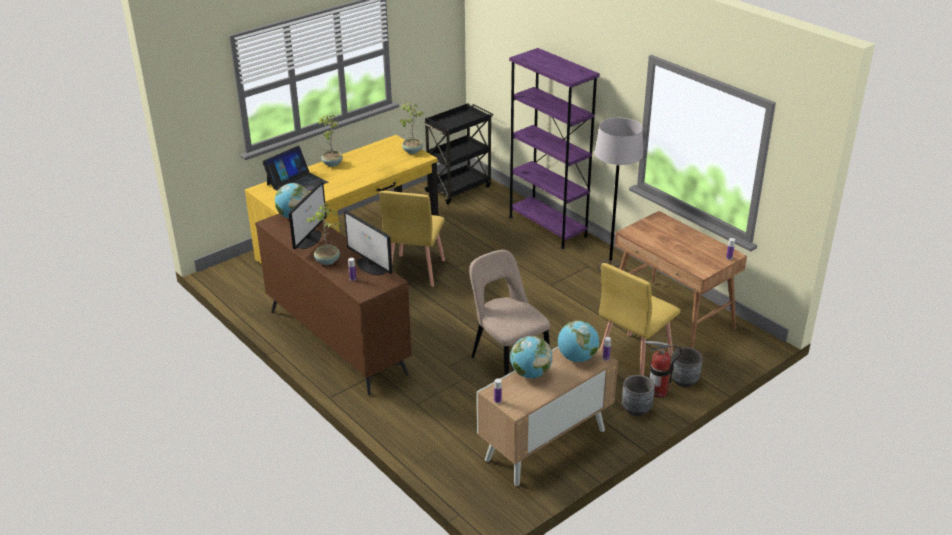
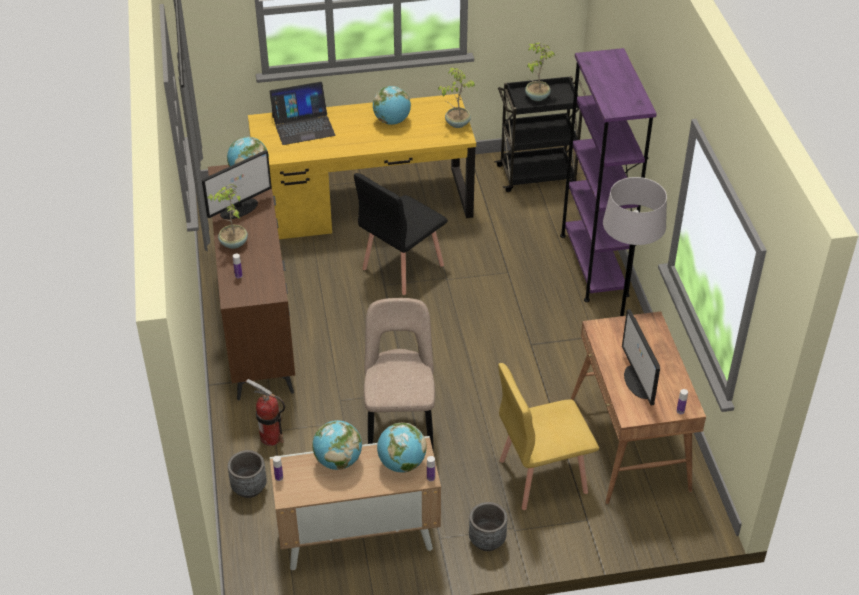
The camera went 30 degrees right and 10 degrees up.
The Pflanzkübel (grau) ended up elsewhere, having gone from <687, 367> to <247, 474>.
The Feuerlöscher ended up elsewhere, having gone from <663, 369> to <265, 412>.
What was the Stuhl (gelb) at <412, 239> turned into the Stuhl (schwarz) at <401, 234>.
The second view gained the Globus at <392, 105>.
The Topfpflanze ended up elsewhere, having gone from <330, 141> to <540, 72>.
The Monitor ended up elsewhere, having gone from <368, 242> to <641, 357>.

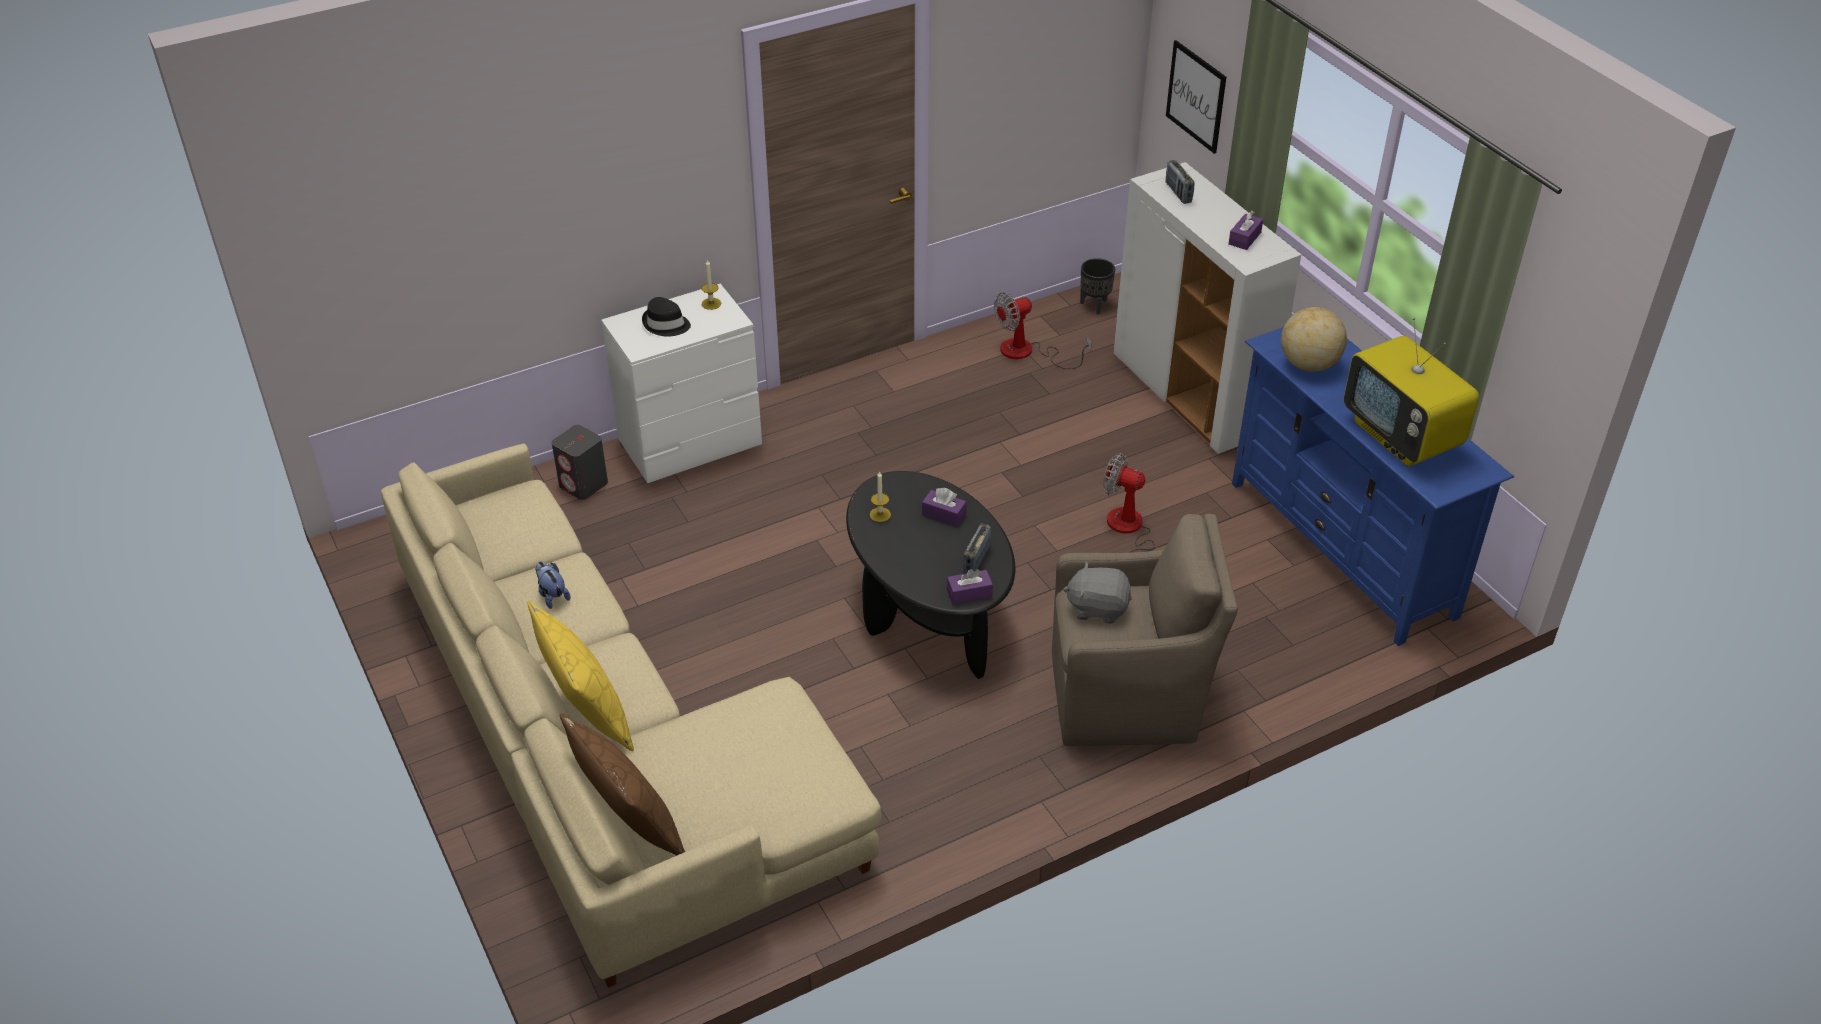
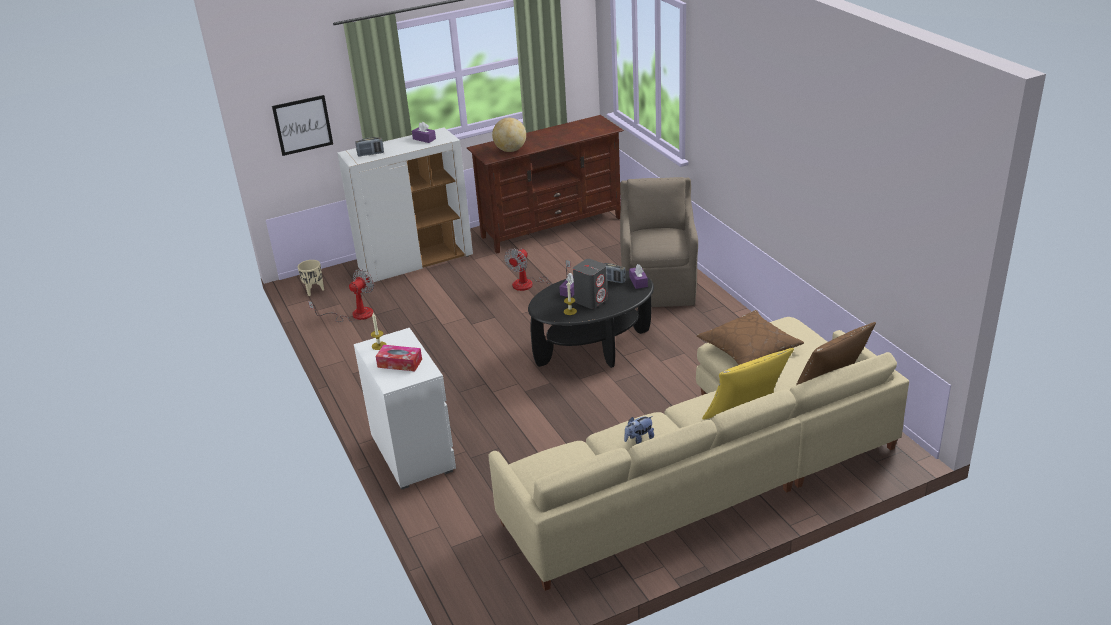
The camera went 85 degrees left and 10 degrees down.
What was the Pflanzkübel (schwarz) at <1097, 286> turned into the Pflanzkübel (beige) at <311, 278>.
The Ventilator at <1043, 330> ended up facing another way, 120 degrees counterclockwise from before.
Where the Hut (schwarz) stood at <666, 317>, the Taschentuchbox came to stand at <399, 358>.
What was the Fernsehschrank (blau) at <1373, 486> turned into the Fernsehschrank (braun) at <545, 184>.
The Lautsprecher (grau) ended up elsewhere, having gone from <580, 462> to <590, 284>.
The second view gained the Kissen (braun) at <750, 337>.
The second view lost the Plüschtier (grau) at <1097, 593>.
The second view lost the Fernseher at <1411, 392>.

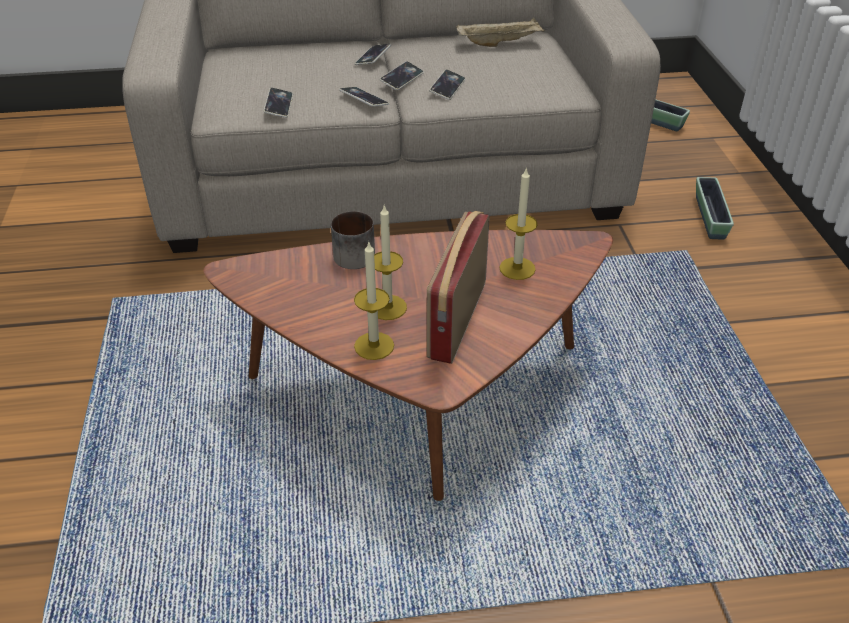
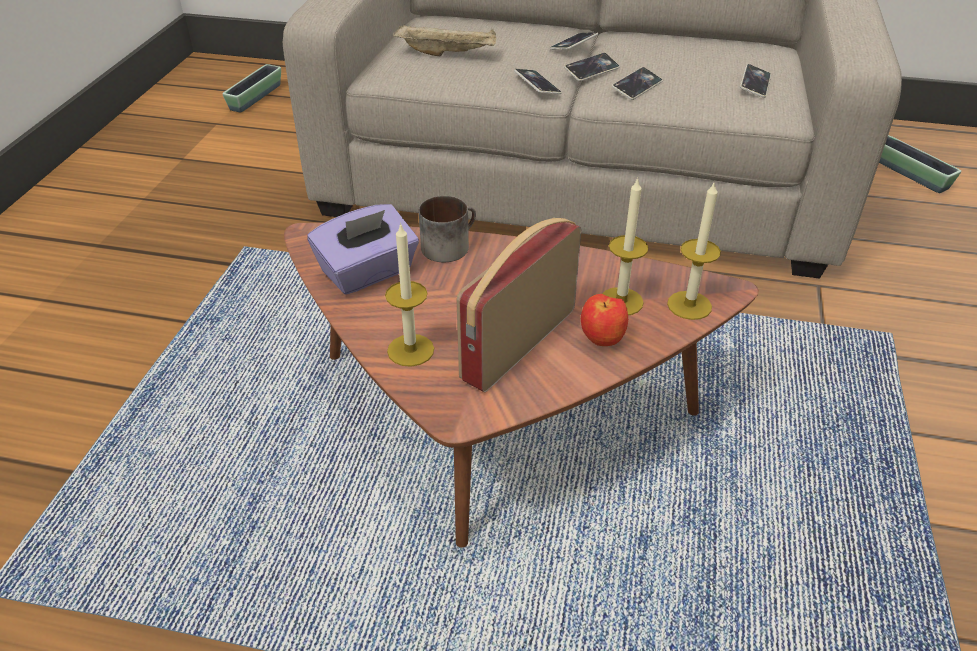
The camera went 20 degrees right and 0 degrees up.
The Pflanzkübel ended up elsewhere, having gone from <715, 208> to <251, 88>.
The second view gained the Taschentuchbox (lila) at <363, 249>.
The Tablett (beige) ended up elsewhere, having gone from <500, 32> to <444, 40>.
The second view gained the Apfel at <604, 320>.
The Kerze ended up elsewhere, having gone from <390, 262> to <694, 250>.
The Handy ended up elsewhere, having gone from <278, 103> to <755, 81>.

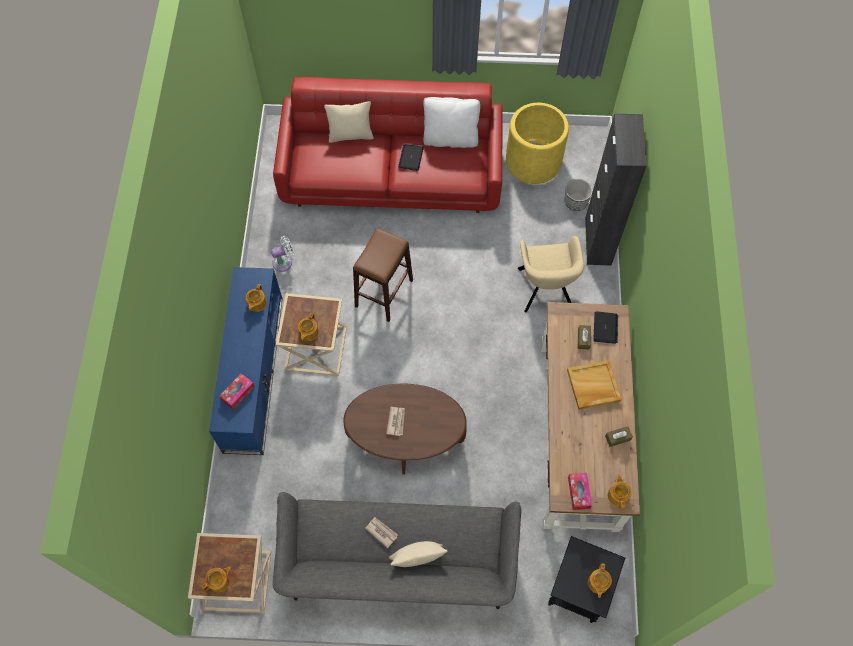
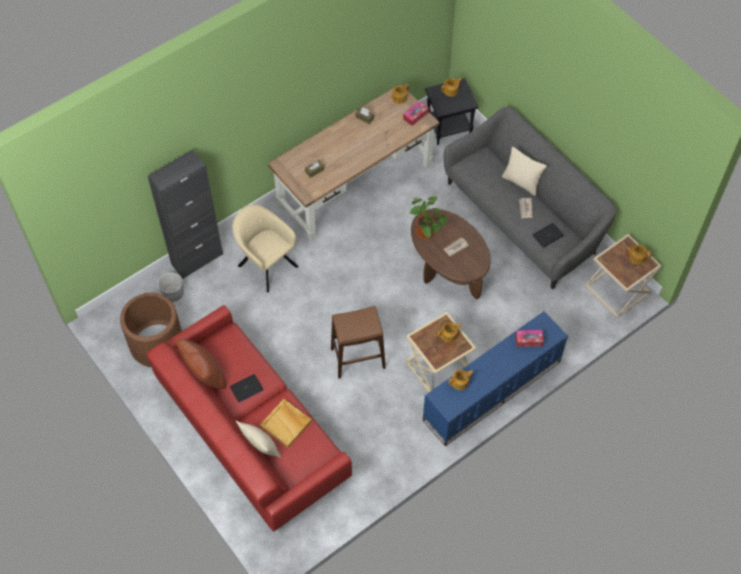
The camera went 130 degrees left and 5 degrees down.
What was the Pflanzkübel (gelb) at <537, 143> turned into the Pflanzkübel (braun) at <151, 330>.
What was the Kissen (weiß) at <451, 122> turned into the Kissen (braun) at <201, 363>.
The Sessel (beige) at <551, 274> ended up facing another way, 90 degrees counterclockwise from before.
The Tablett (beige) ended up elsewhere, having gone from <594, 385> to <286, 423>.
The second view gained the Topfpflanze at <428, 217>.
The Laptop ended up elsewhere, having gone from <605, 327> to <548, 235>.
The second view lost the Ventilator (weiß) at <283, 254>.

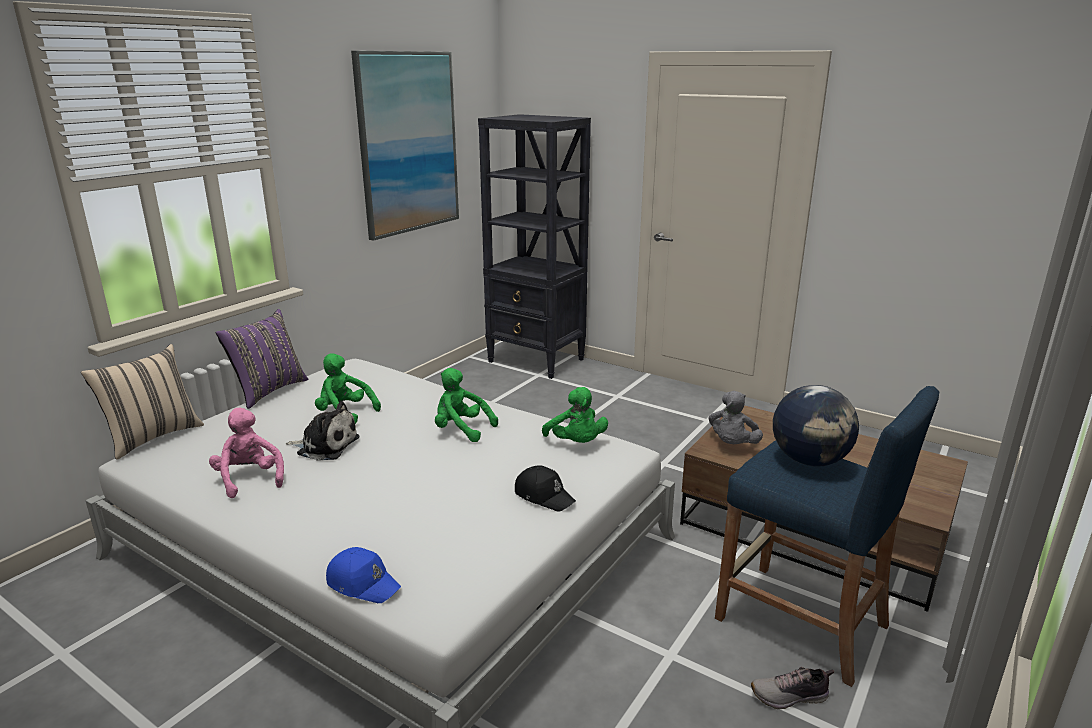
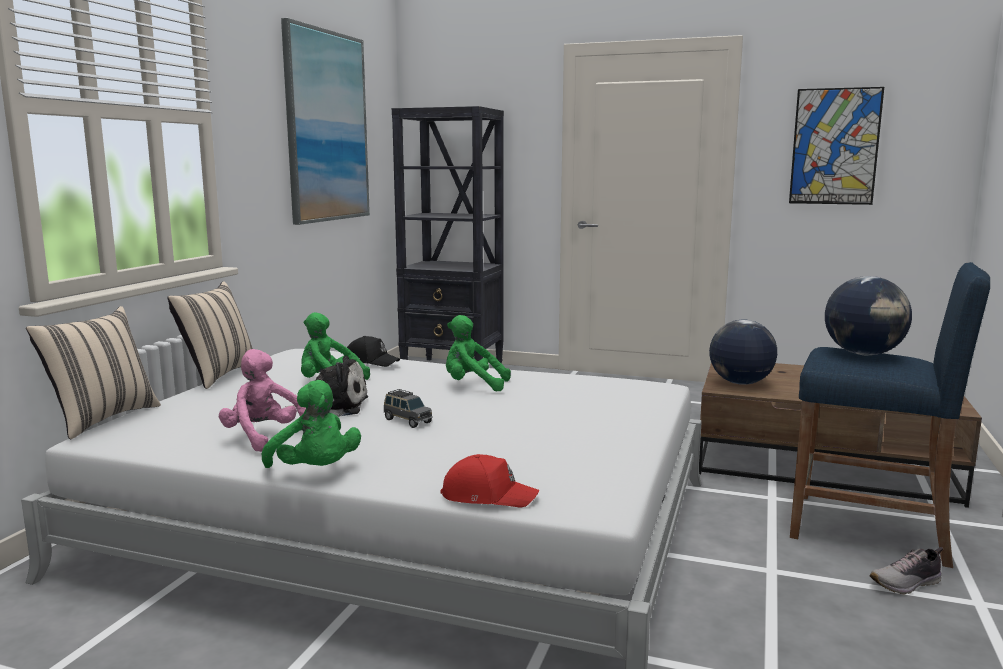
The camera went 15 degrees left and 10 degrees down.
What was the Kissen (lila) at <261, 359> turned into the Kissen (beige) at <210, 335>.
The Plüschtier (grün) ended up elsewhere, having gone from <575, 415> to <311, 424>.
The Kappe (schwarz) ended up elsewhere, having gone from <545, 488> to <373, 351>.
The second view gained the Spielzeugauto (grau) at <408, 408>.
What was the Kappe (blau) at <363, 575> turned into the Kappe (rot) at <490, 481>.
Where the Plüschtier (grau) stood at <735, 417>, the Globus came to stand at <743, 352>.
The second view gained the Bild at <836, 146>.

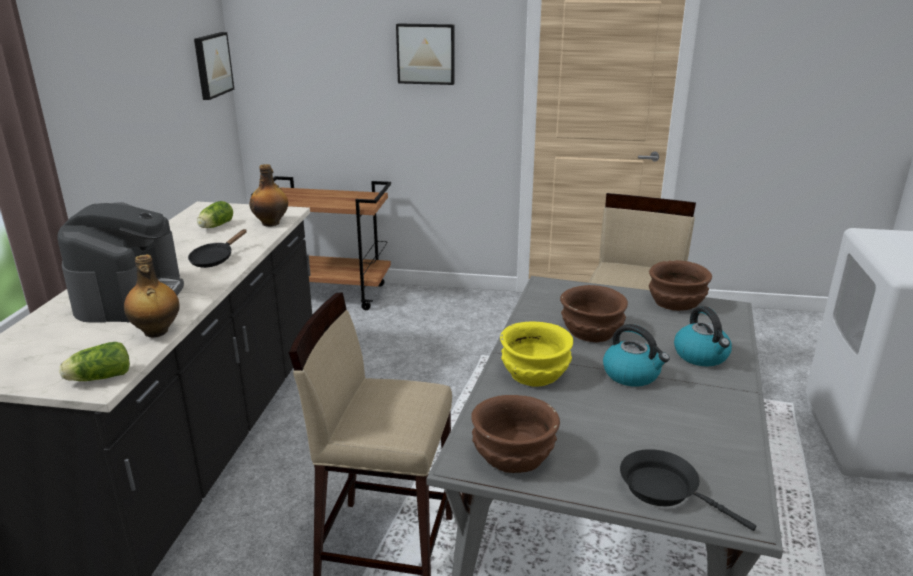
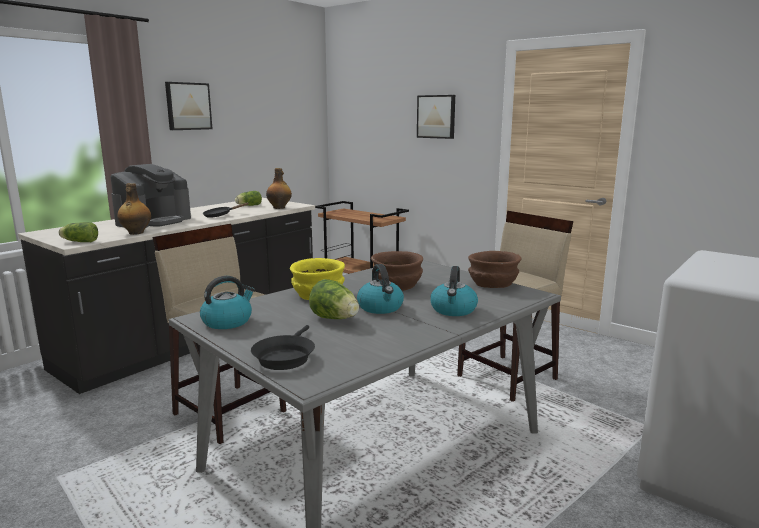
The camera went 30 degrees right and 10 degrees down.
The Bild ended up elsewhere, having gone from <214, 66> to <188, 106>.
Where the Schüssel (braun) stood at <515, 434>, the Wasserkessel came to stand at <227, 302>.
The Pfanne (schwarz) at <688, 490> ended up facing another way, 150 degrees counterclockwise from before.
The second view gained the Salatkopf at <334, 299>.

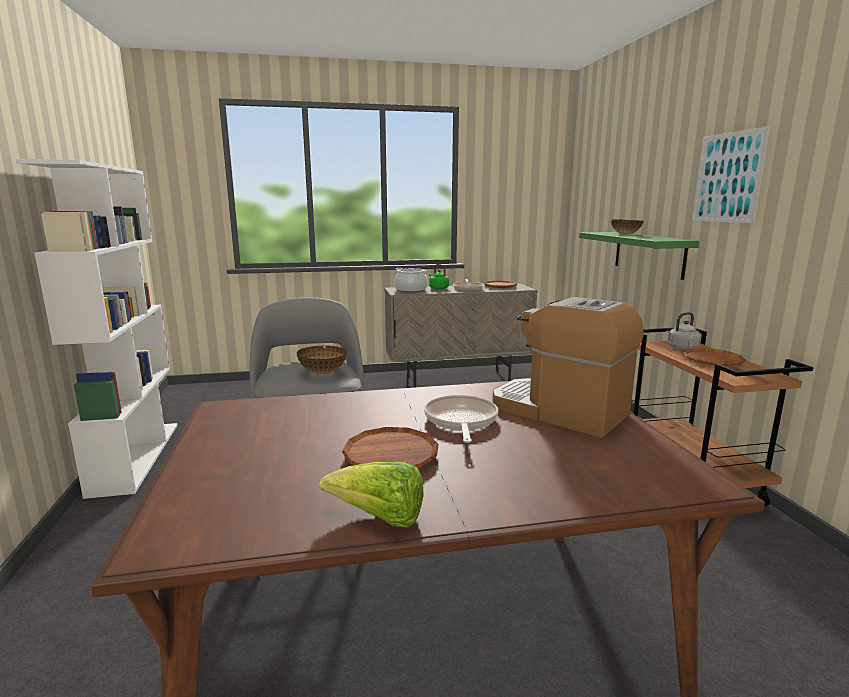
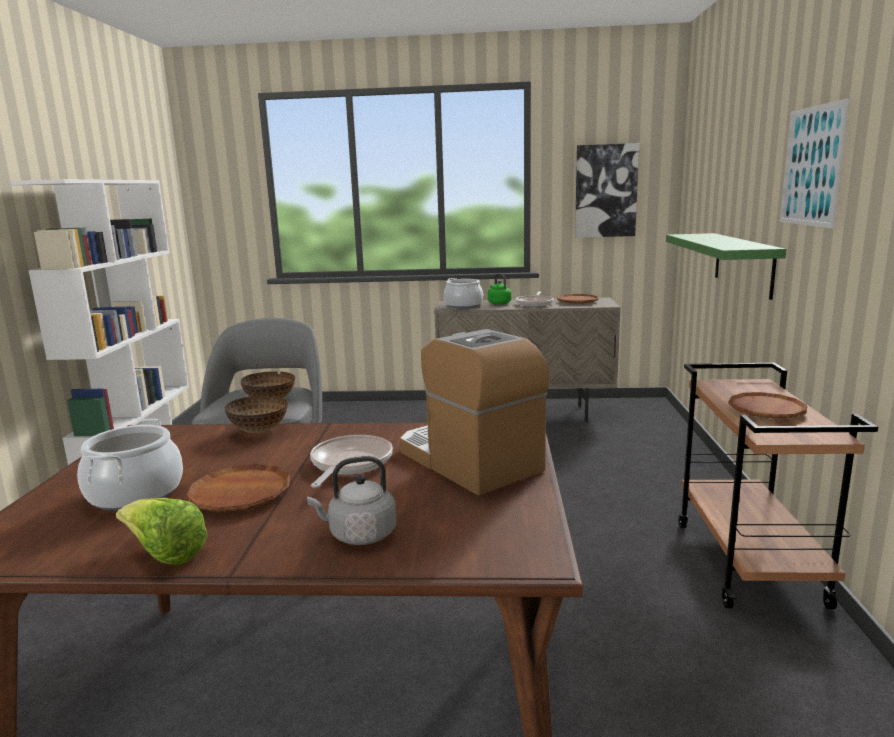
The camera went 15 degrees right and 0 degrees up.
The second view gained the Kochtopf at <130, 464>.
The Schüssel ended up elsewhere, having gone from <627, 227> to <256, 414>.
The Wasserkessel (grau) ended up elsewhere, having gone from <683, 331> to <351, 500>.
The second view gained the Bild at <607, 190>.

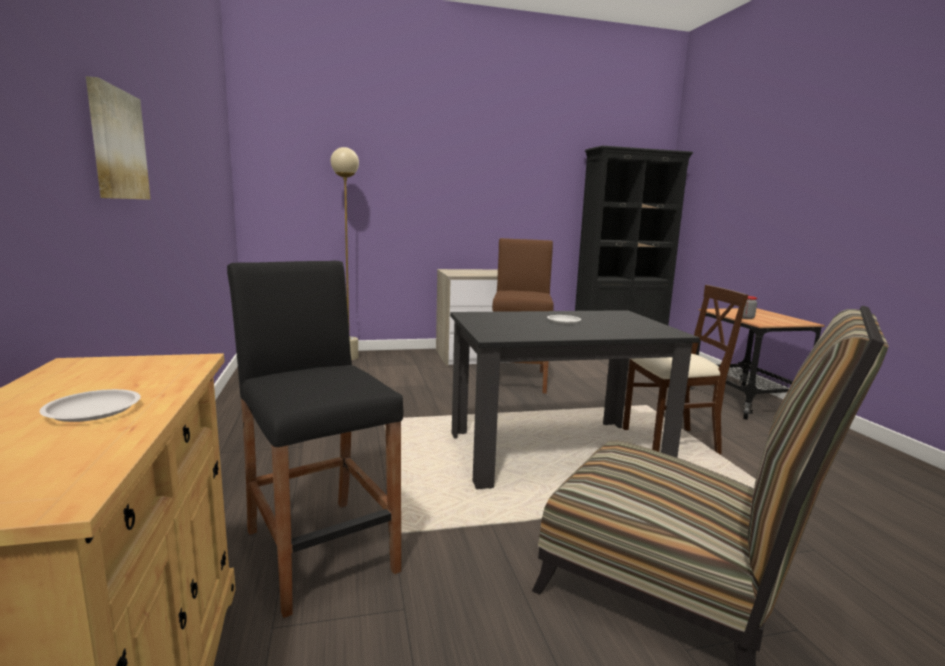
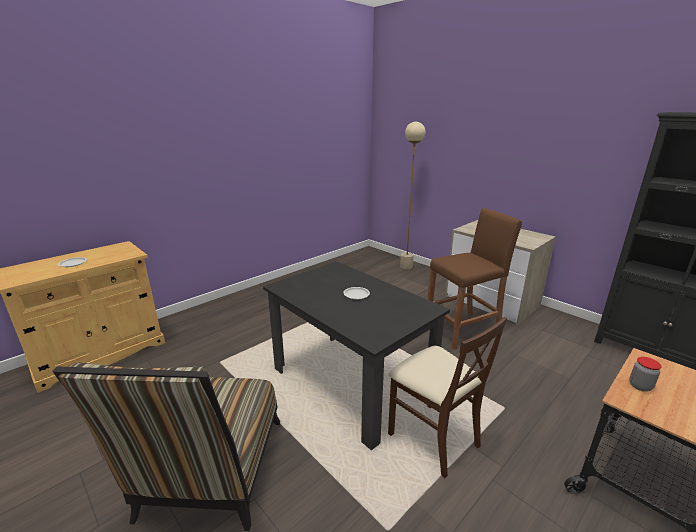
The camera went 60 degrees right and 10 degrees up.
The second view lost the Bild at <118, 138>.
The second view lost the Hocker (schwarz) at <315, 439>.

